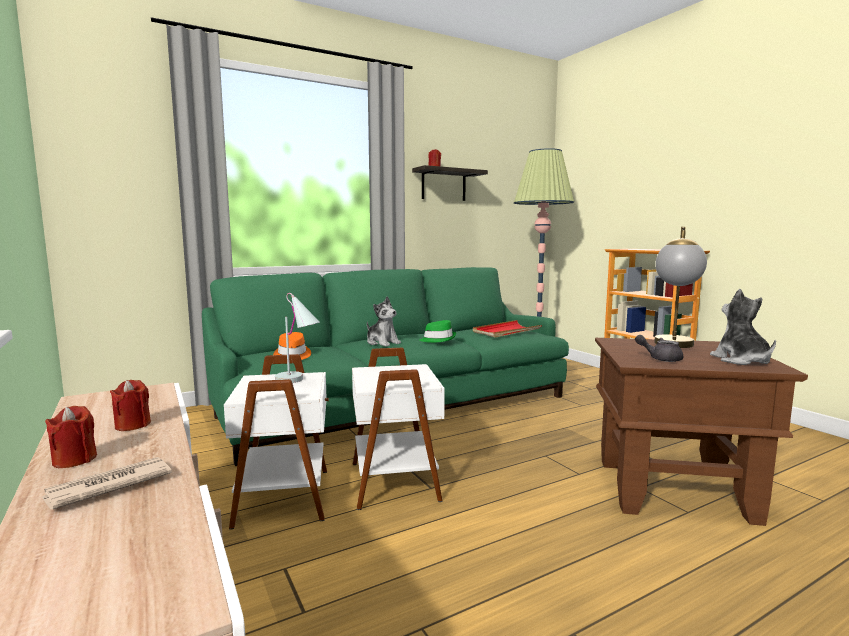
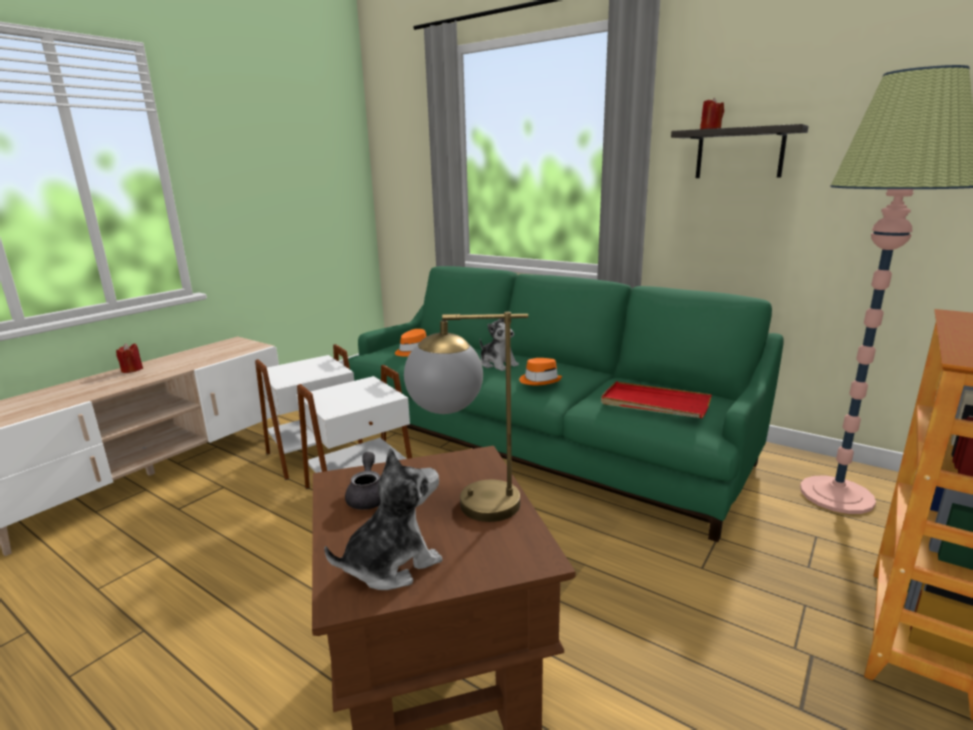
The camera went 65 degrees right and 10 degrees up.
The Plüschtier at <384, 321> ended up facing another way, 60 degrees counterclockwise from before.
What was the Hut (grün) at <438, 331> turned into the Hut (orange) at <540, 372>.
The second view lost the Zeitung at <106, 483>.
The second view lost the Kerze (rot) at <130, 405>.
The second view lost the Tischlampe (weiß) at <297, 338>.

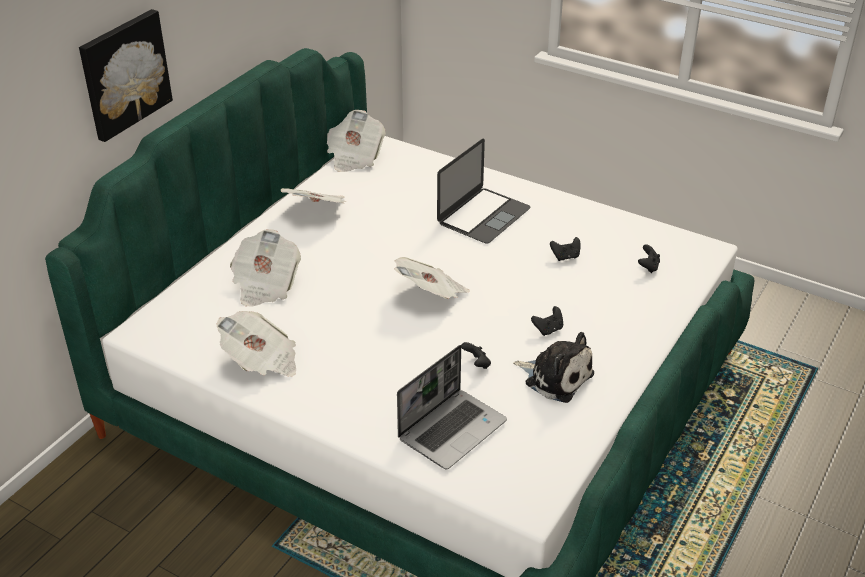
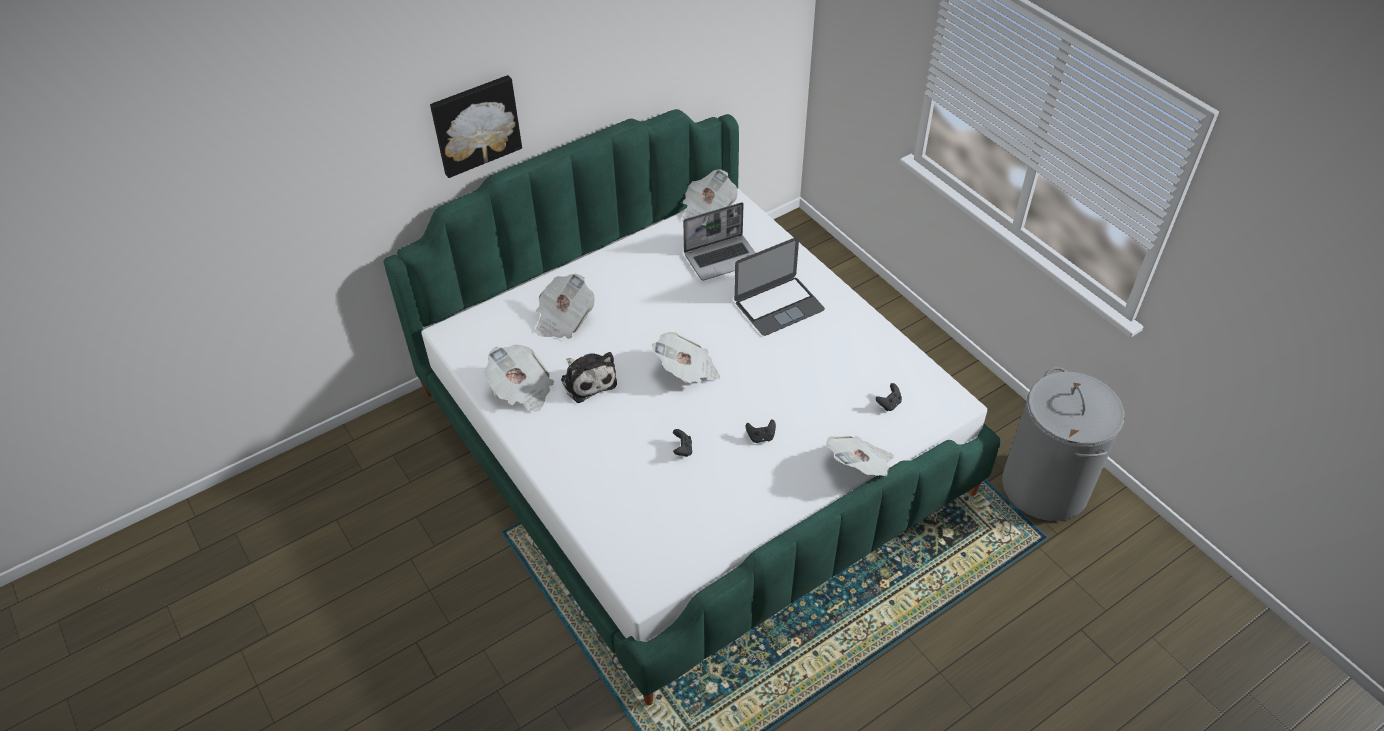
The camera went 25 degrees right and 10 degrees up.
The Plüschtier ended up elsewhere, having gone from <553, 367> to <589, 377>.
The Laptop ended up elsewhere, having gone from <452, 407> to <719, 241>.
The Zeitung ended up elsewhere, having gone from <313, 195> to <860, 456>.
The second view gained the Wäschekorb (grau) at <1063, 444>.
The second view lost the Gamepad (schwarz) at <565, 249>.

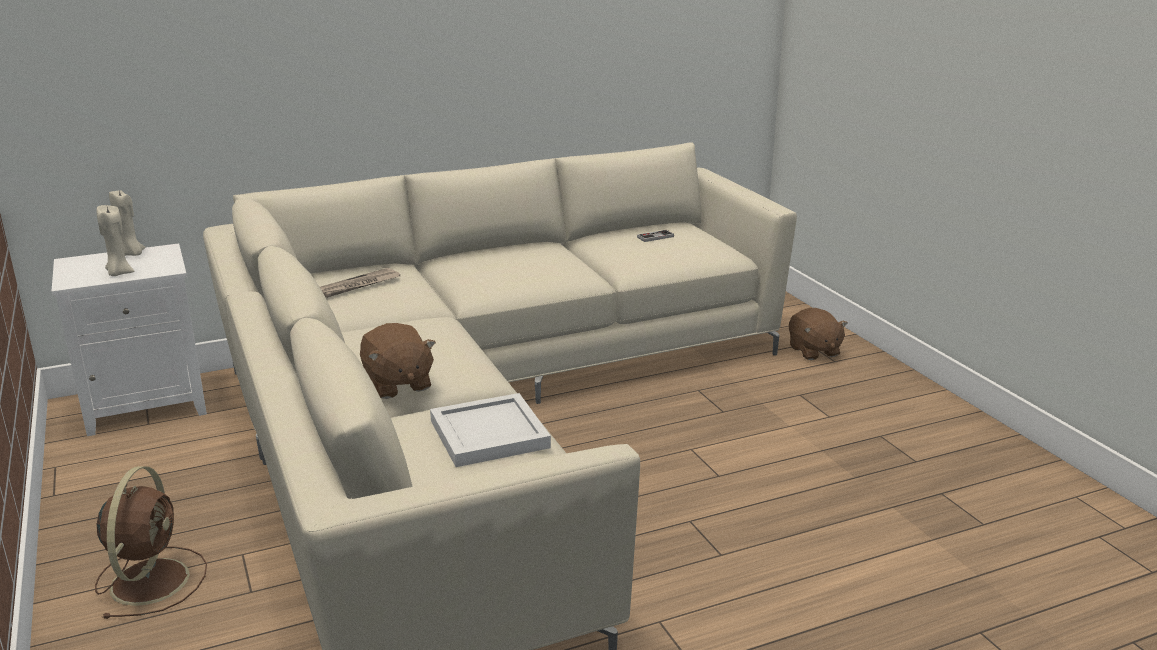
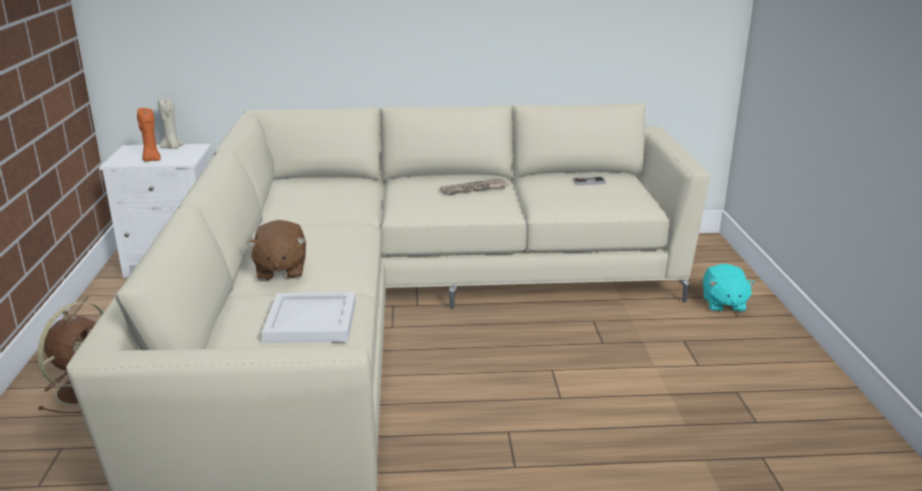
The camera went 20 degrees right and 0 degrees up.
What was the Kerze (beige) at <115, 240> turned into the Kerze (orange) at <149, 135>.
The Zeitung ended up elsewhere, having gone from <360, 283> to <475, 186>.
What was the Plüschtier (braun) at <818, 334> turned into the Plüschtier (türkis) at <729, 288>.

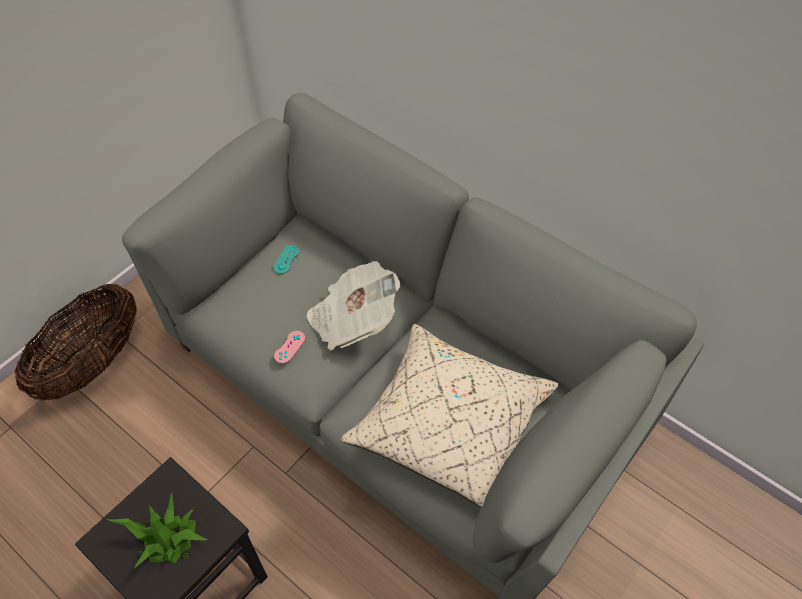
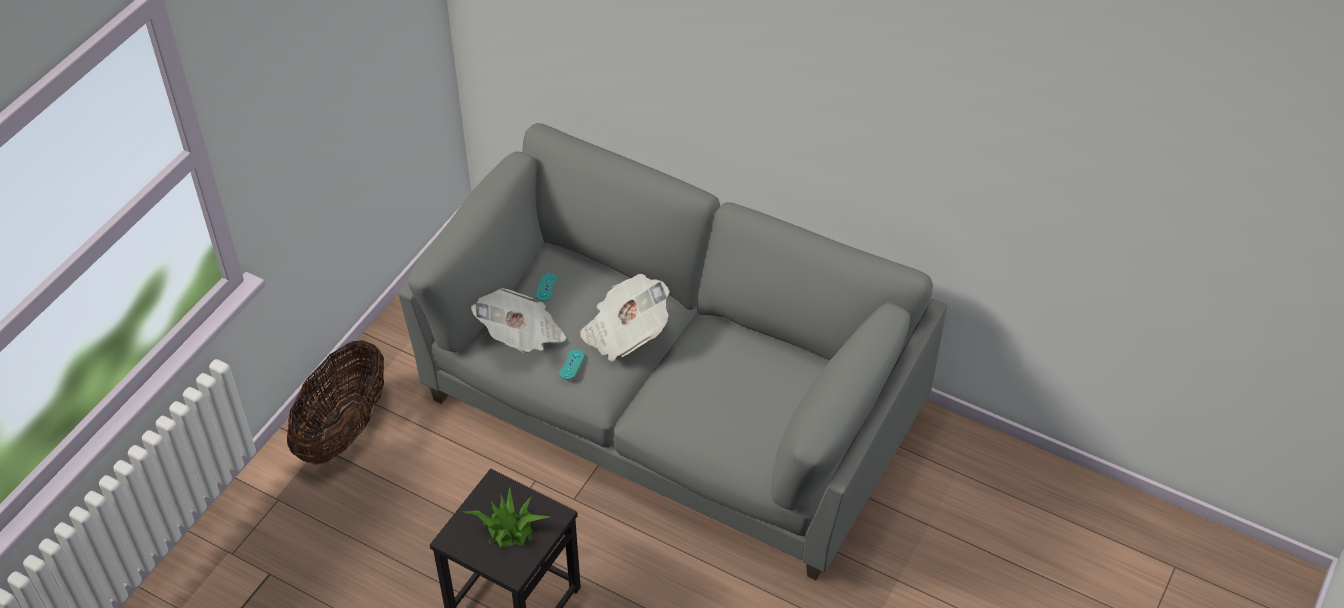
The camera went 10 degrees left and 5 degrees down.
The second view gained the Zeitung at <518, 320>.
What was the Gamepad (rosa) at <289, 347> turned into the Gamepad (türkis) at <571, 365>.
The second view lost the Kissen (beige) at <450, 416>.

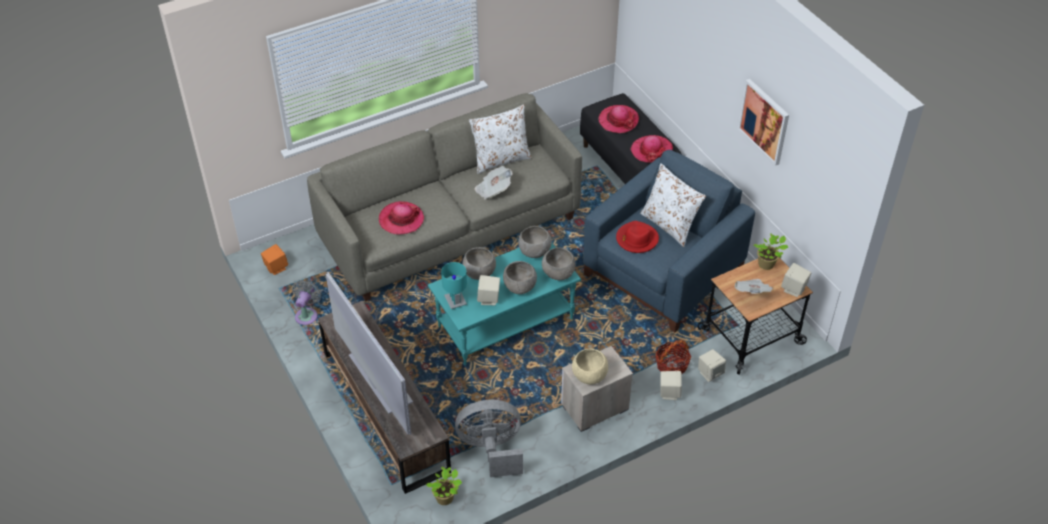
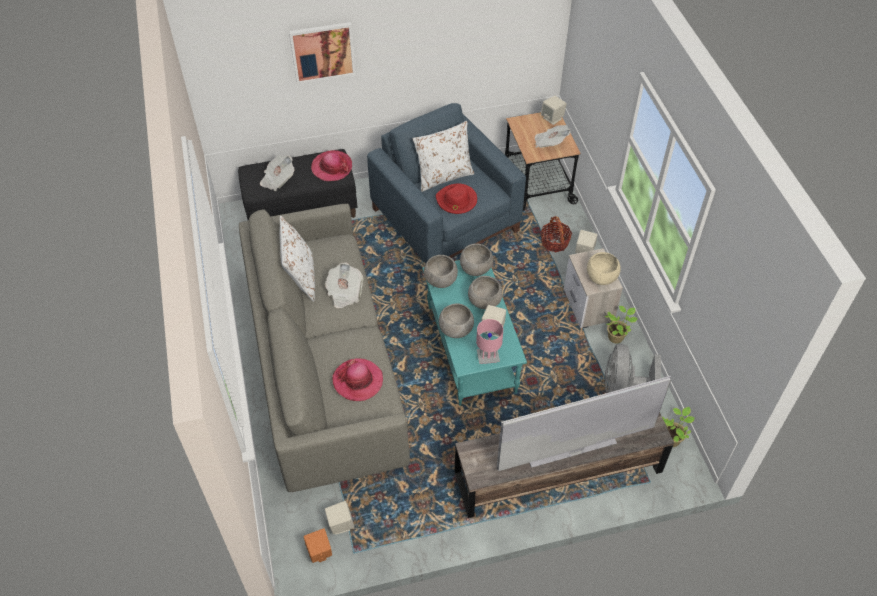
The camera went 75 degrees left and 5 degrees up.
Where the Hut stood at <618, 119>, the Zeitung came to stand at <277, 173>.
The Bild ended up elsewhere, having gone from <763, 122> to <322, 53>.
The Lautsprecher (beige) ended up elsewhere, having gone from <712, 365> to <339, 517>.
What was the Tischlampe (türkis) at <454, 285> turned into the Tischlampe (rosa) at <489, 341>.
The Topfpflanze ended up elsewhere, having gone from <771, 251> to <621, 324>.
The second view lost the Ventilator (grau) at <306, 302>.

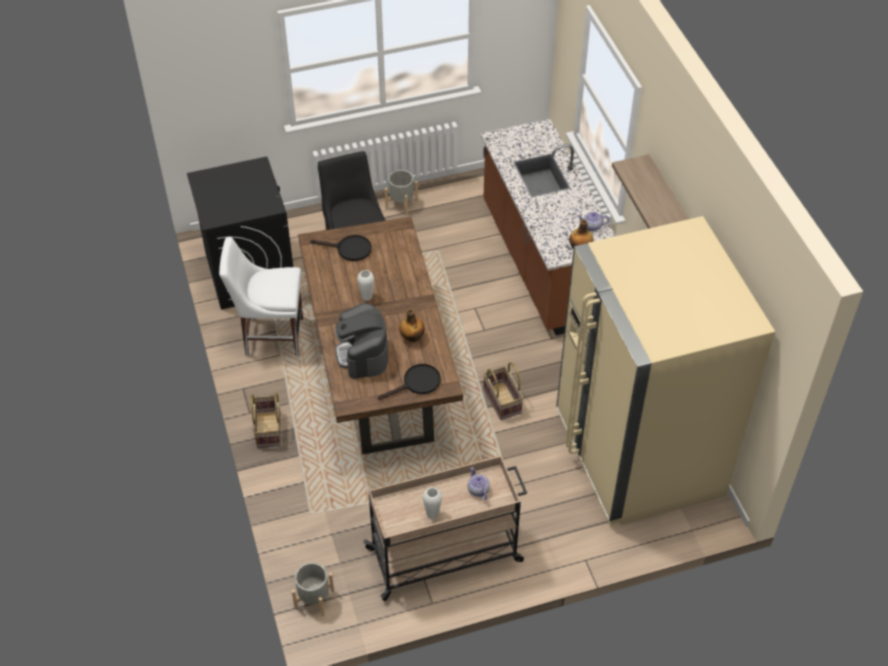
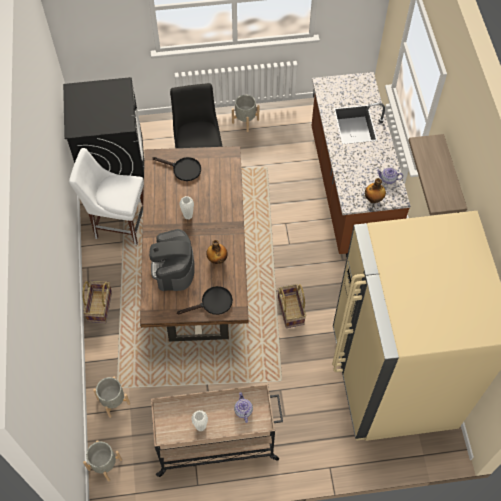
The camera went 10 degrees right and 10 degrees up.
The second view gained the Pflanzkübel (grau) at <111, 397>.

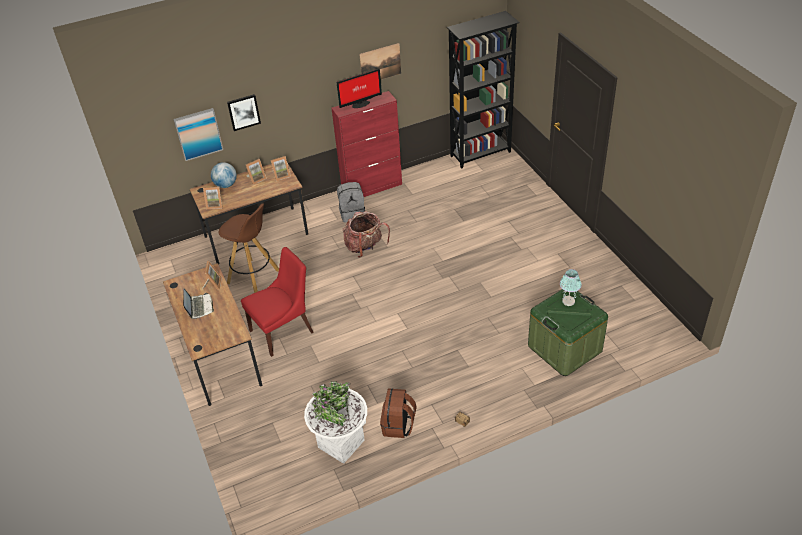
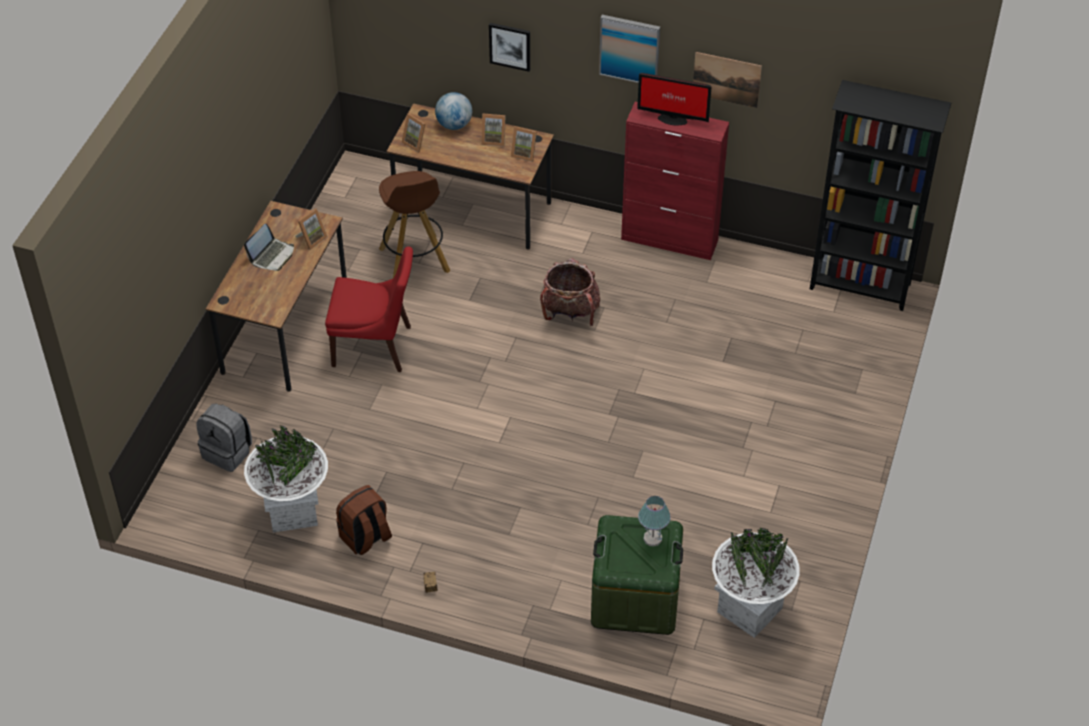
The camera went 40 degrees right and 5 degrees up.
The Rucksack (grau) ended up elsewhere, having gone from <351, 202> to <224, 438>.
The Bild ended up elsewhere, having gone from <198, 134> to <629, 49>.
The second view gained the Pflanzkübel (weiß) at <756, 583>.

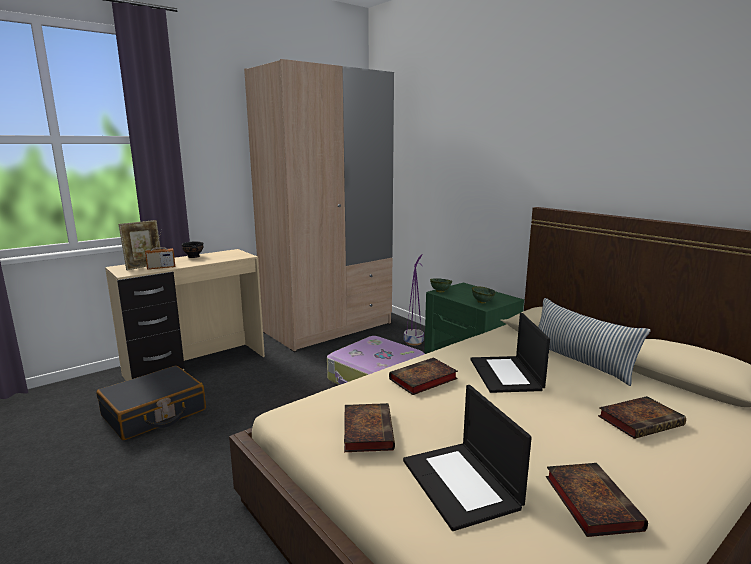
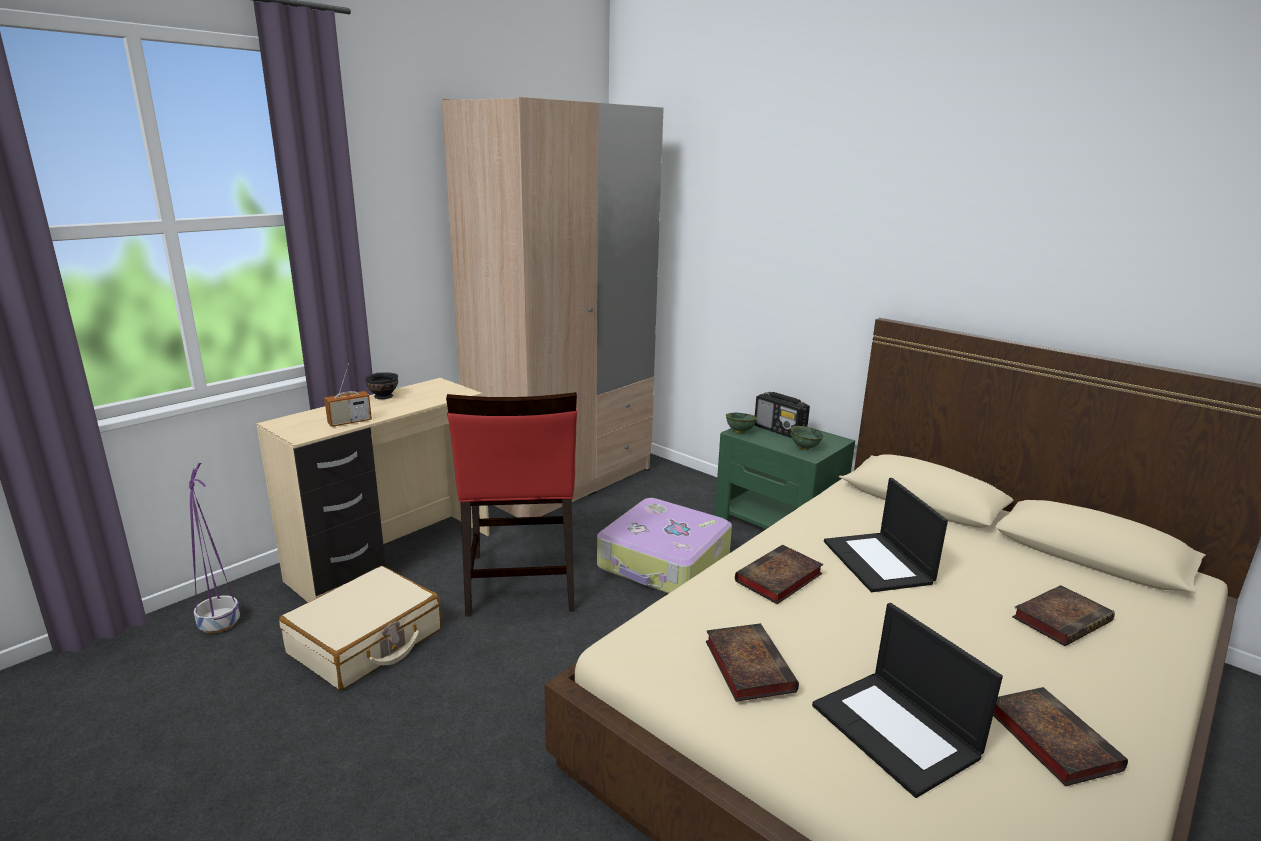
The camera went 10 degrees left and 5 degrees up.
The Pflanzkübel (lila) ended up elsewhere, having gone from <414, 300> to <214, 547>.
What was the Koffer (schwarz) at <151, 403> turned into the Koffer (beige) at <360, 628>.
The second view gained the Stuhl (rot) at <511, 504>.
The second view gained the Radio at <782, 415>.
The second view lost the Bilderrahmen at <139, 245>.
The second view lost the Kissen at <594, 342>.

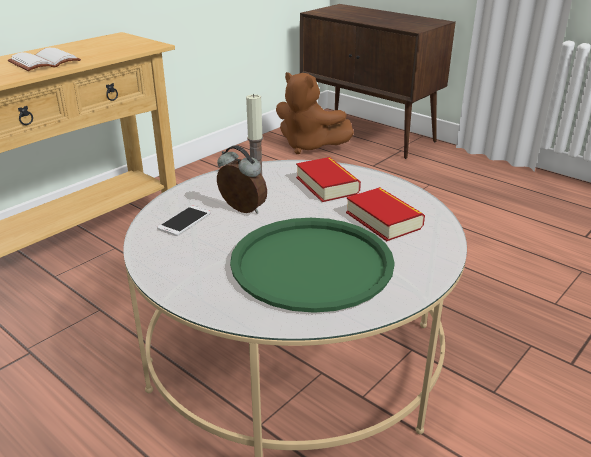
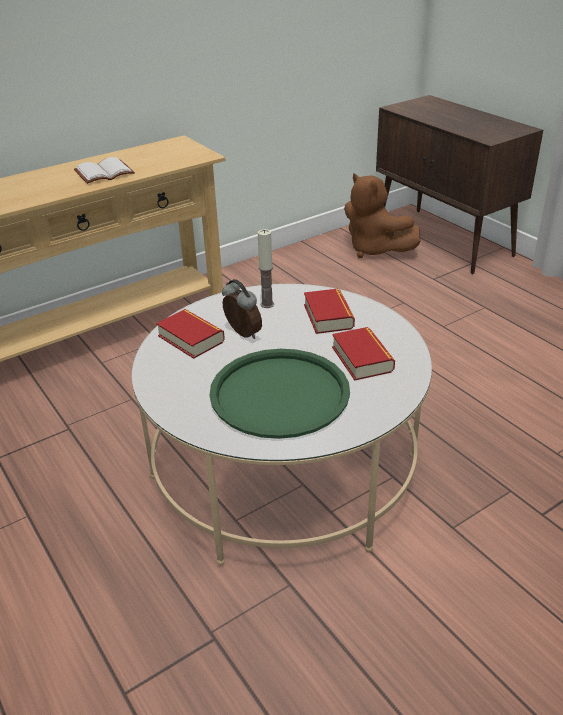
The camera went 15 degrees right and 5 degrees up.
Where the Handy stood at <184, 220>, the Buch came to stand at <190, 334>.

